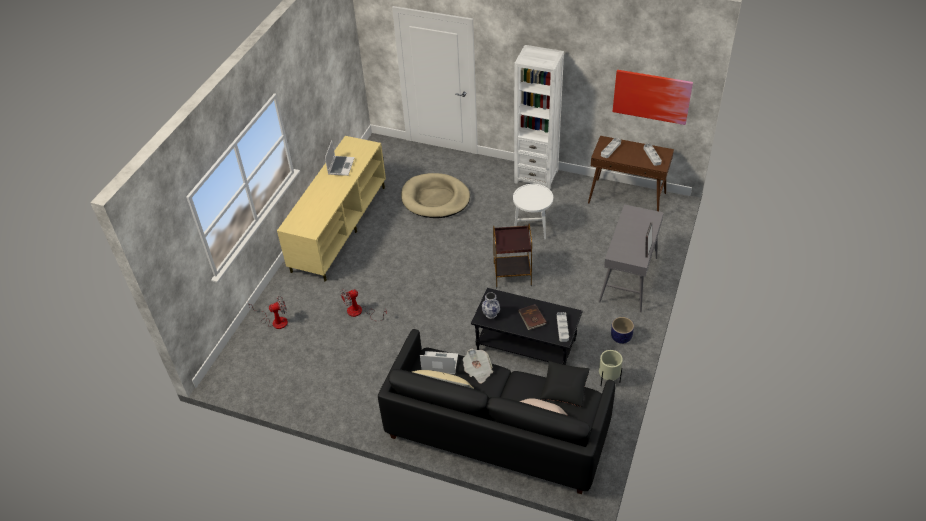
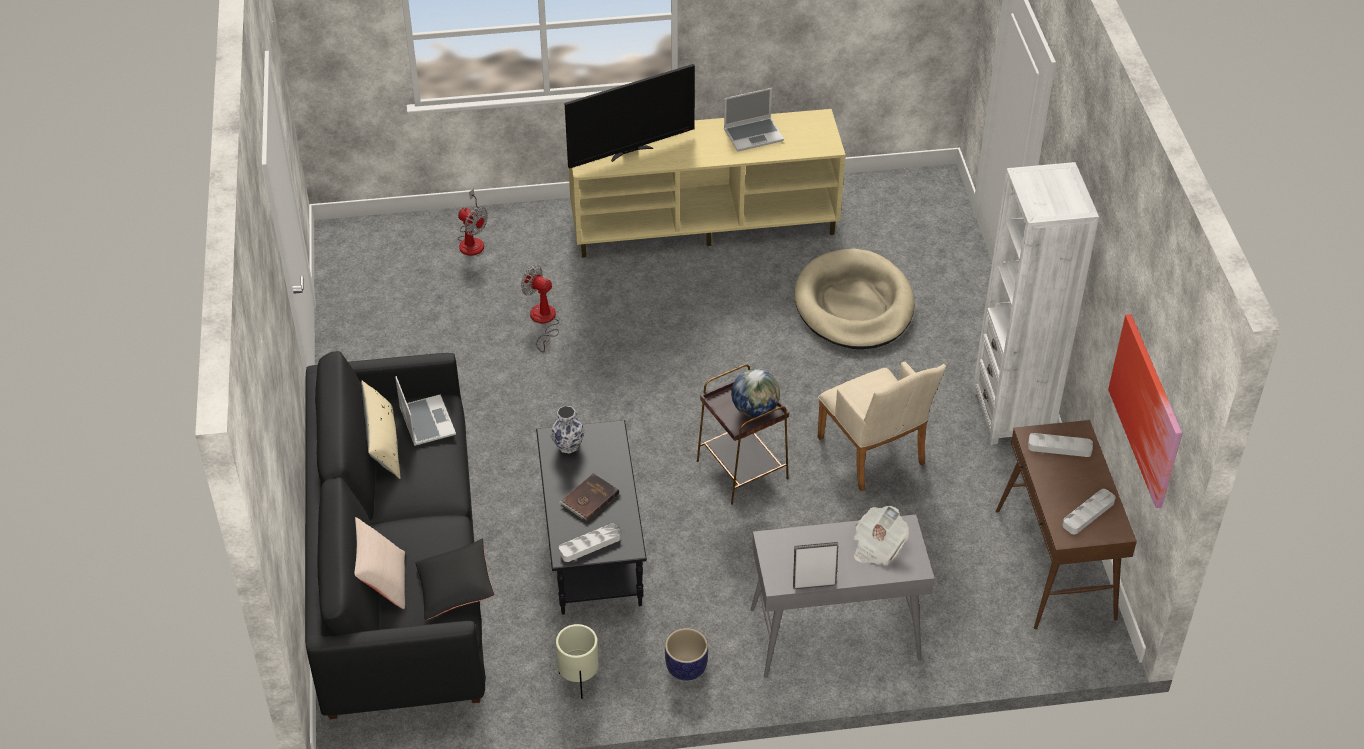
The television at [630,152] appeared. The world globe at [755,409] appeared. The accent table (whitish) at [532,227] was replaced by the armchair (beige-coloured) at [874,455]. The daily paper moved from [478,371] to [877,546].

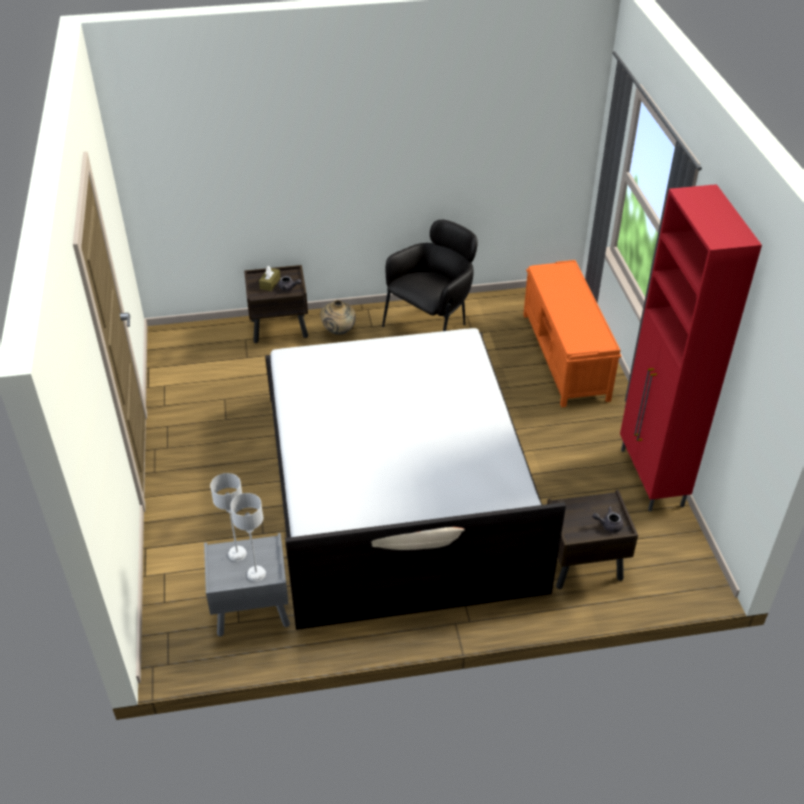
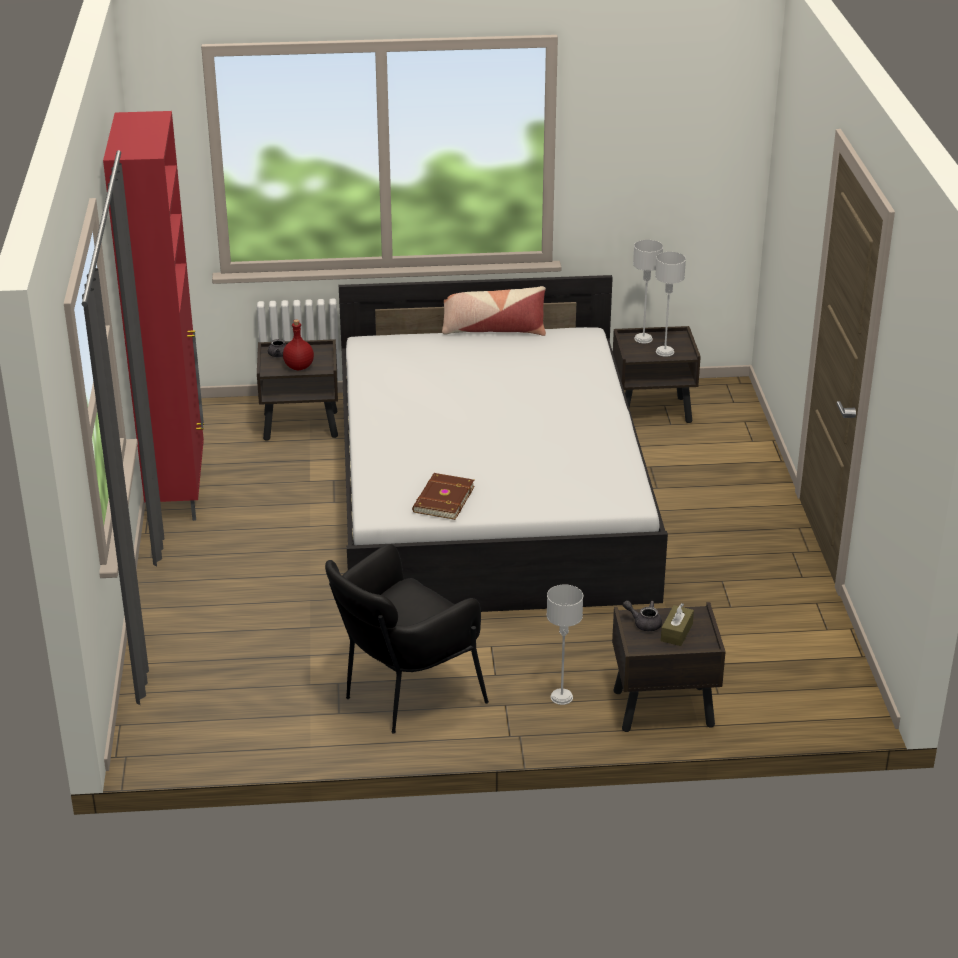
The bottle (red) at [299,367] appeared. The book (brownish) at [442,499] appeared. The decorative vase (beige-coloured) at [339,332] was replaced by the lamp for a table (grey) at [561,697]. The bedside table (grey) at [251,611] became the bedside table (brownish) at [653,411]. The bench (orange-coloured) at [565,357] disappeared.

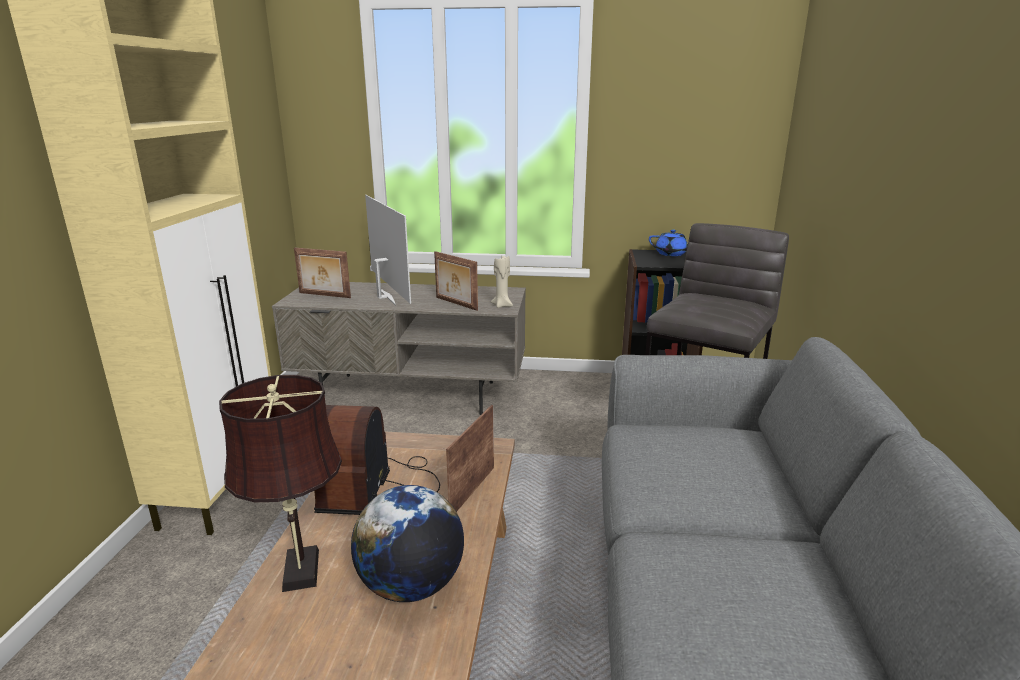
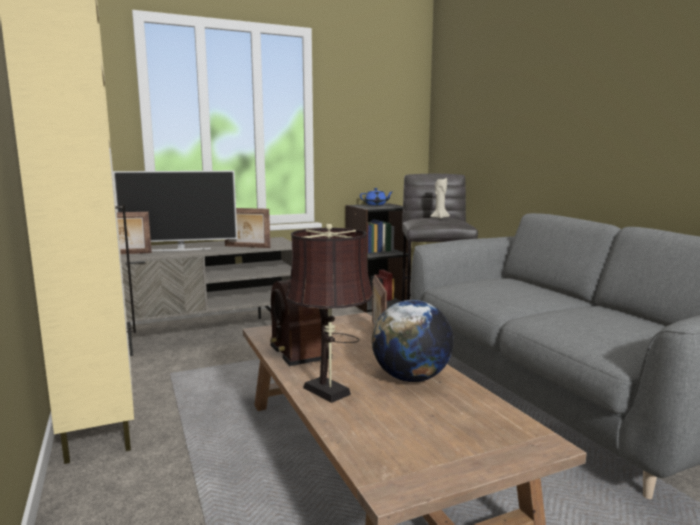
The television at [384,296] turned 135 degrees clockwise. The wax light (beige-coloured) moved from [502,305] to [439,217].

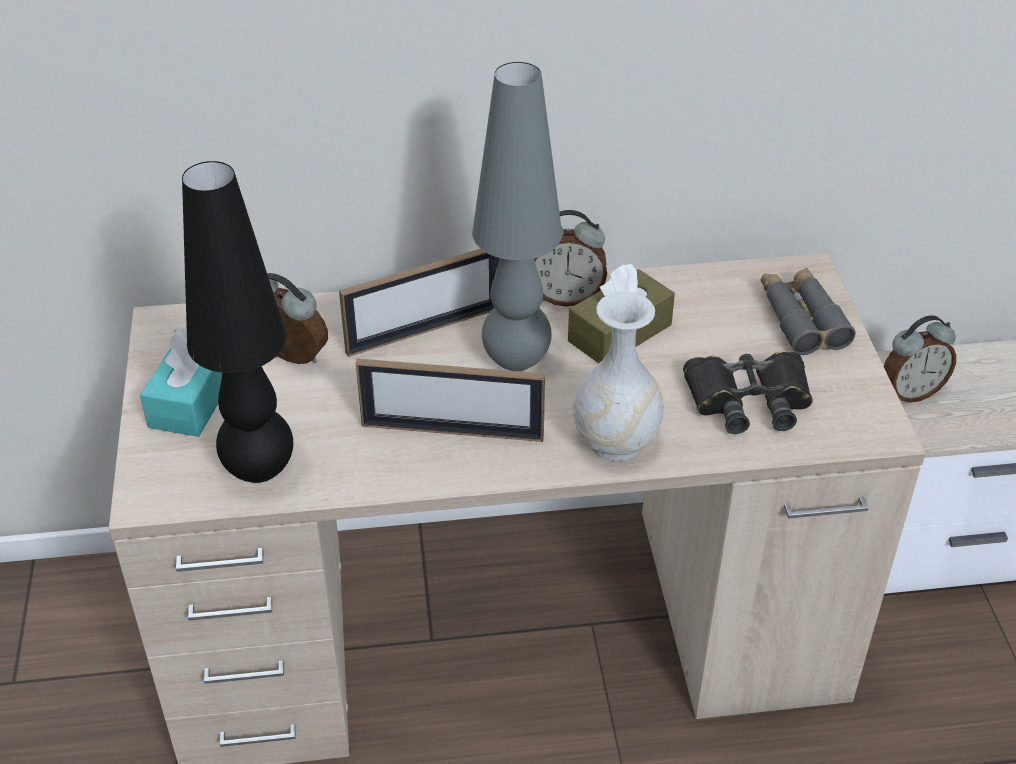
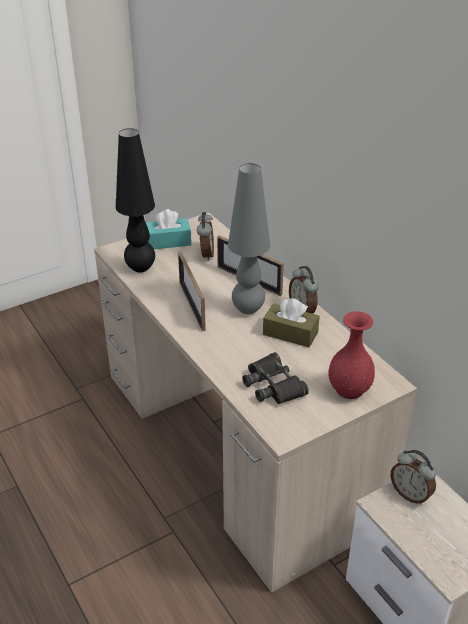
The field glasses (grey) at [801,319] was replaced by the decorative vase (red) at [350,389]. The decorative vase (whitish) at [616,442] disappeared.

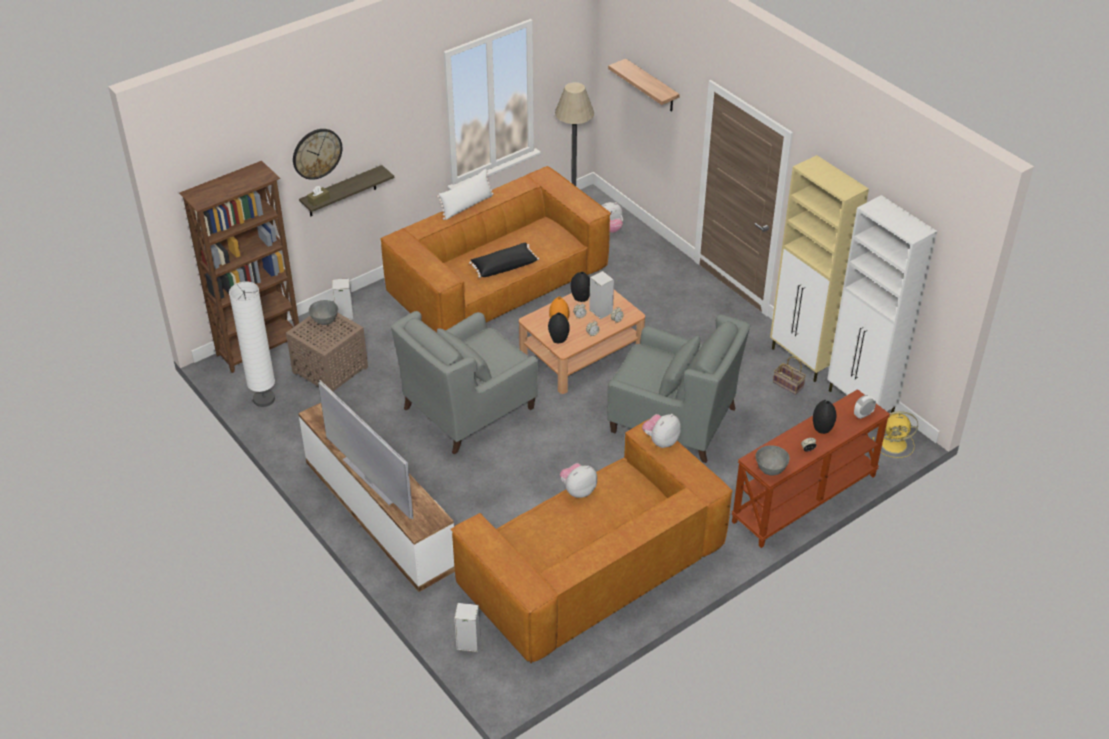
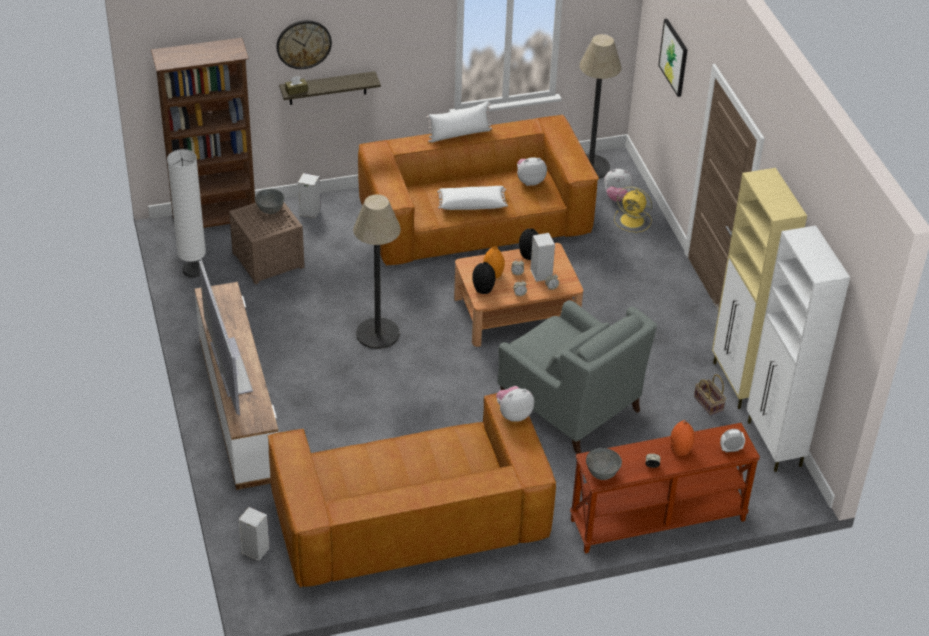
The armchair (grey) at [469,408] was replaced by the floor lamp at [377,333]. The pillow (black) at [504,266] became the pillow (whitish) at [472,204]. The cuddly toy moved from [578,490] to [530,181]. The cooling fan (yellow) moved from [895,444] to [633,221]. The wall shelf at [651,86] was replaced by the picture at [674,57]. The decorative vase (black) at [822,428] became the decorative vase (orange-coloured) at [680,449].

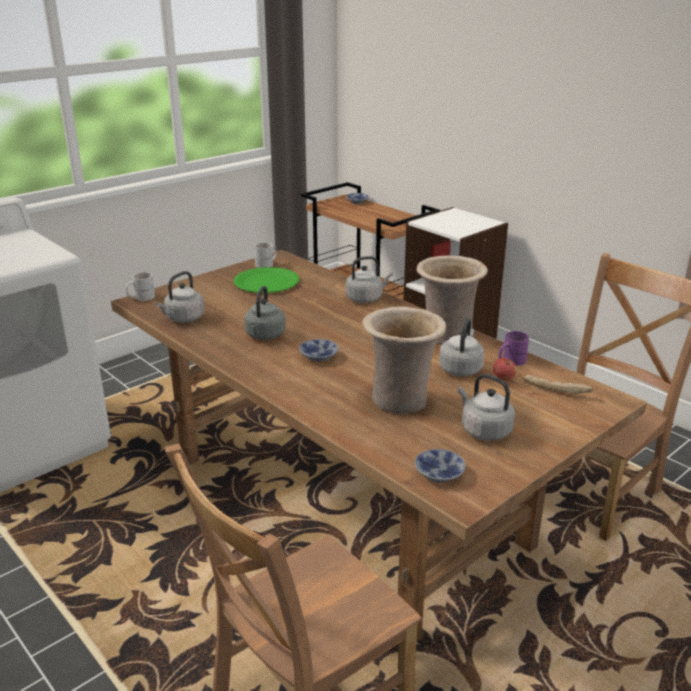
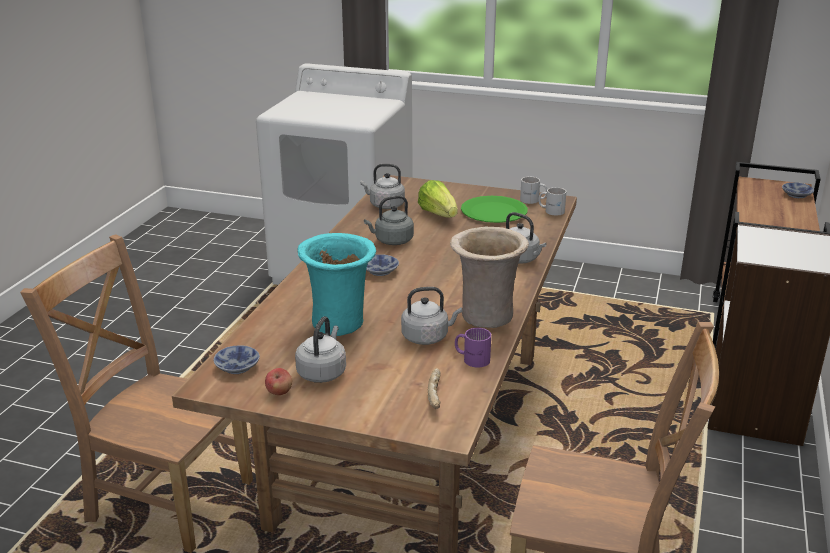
The apple fruit moved from [503,379] to [279,392]. The decorative vase (beige-coloured) at [400,400] became the decorative vase (turquoise-coloured) at [340,323]. The lettuce head at [438,214] appeared. The tea mug (whitish) moved from [141,297] to [551,210].

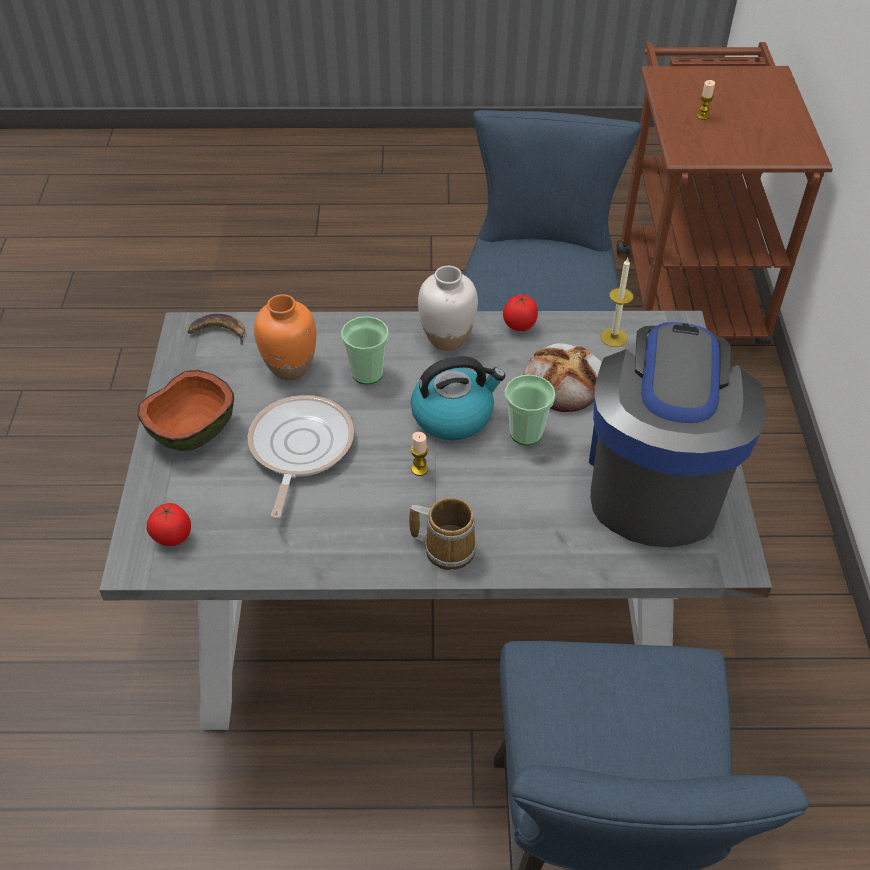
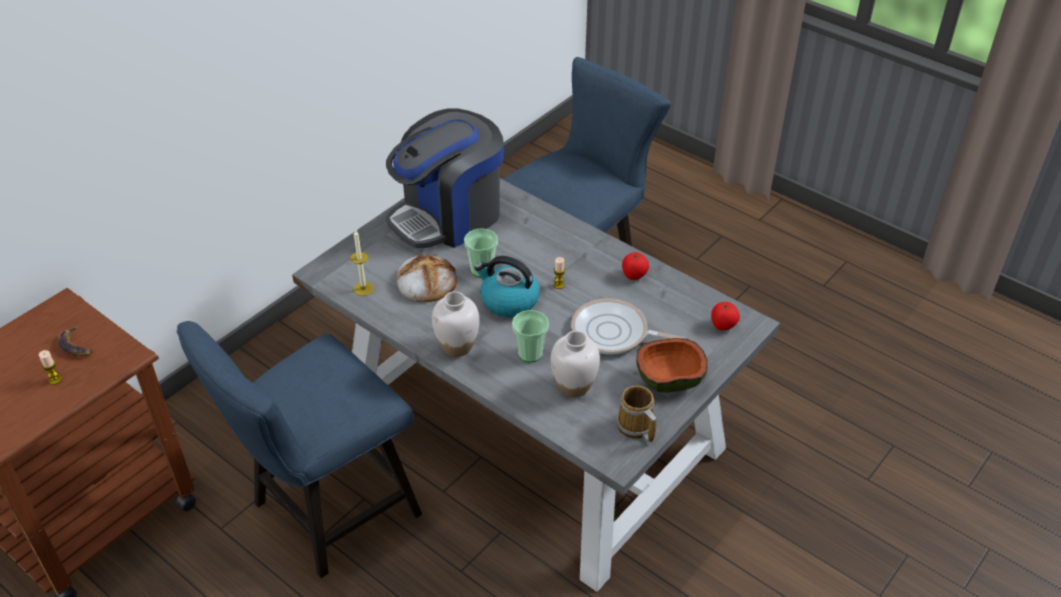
The banana moved from [218,332] to [75,345]. The decorative vase (orange-coloured) at [290,367] became the decorative vase (whitish) at [573,386]. The frying pan at [299,448] turned 60 degrees clockwise. The tea mug moved from [446,547] to [635,427]. The fresh tomato moved from [519,326] to [634,276].

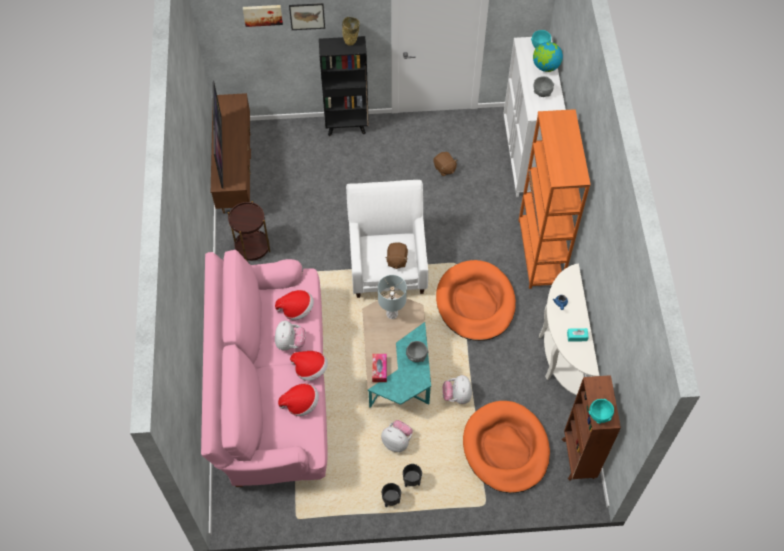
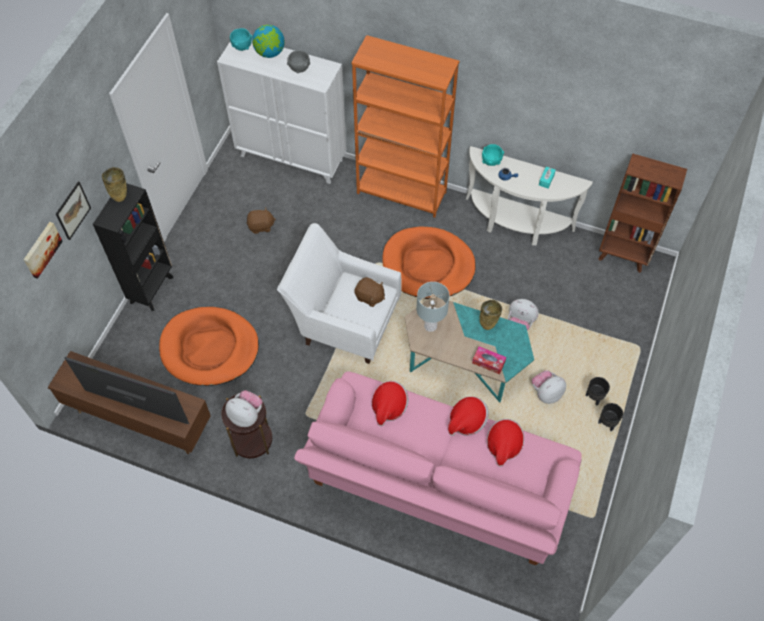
The dog cushion (orange-coloured) moved from [506,448] to [209,348]. The cuddly toy moved from [290,343] to [246,415]. The bowl (grey) at [416,356] was replaced by the decorative vase (beige-coloured) at [488,324]. The bowl (turquoise-coloured) moved from [599,415] to [491,161].

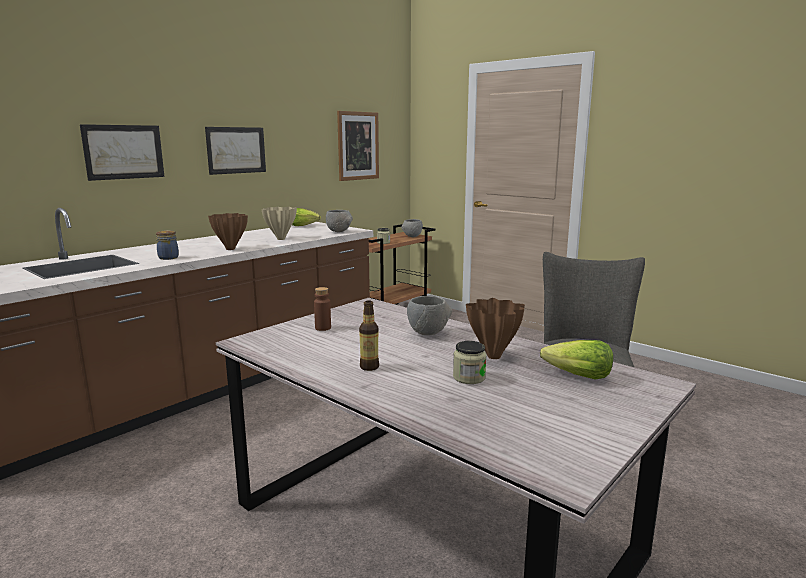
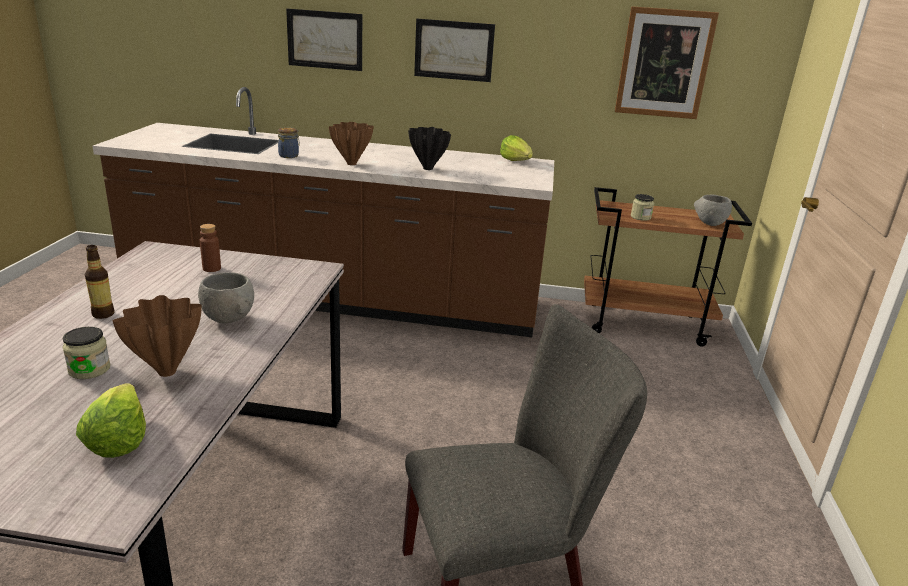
The decorative vase (beige-coloured) at [280,239] became the decorative vase (black) at [427,168]. The bowl (grey) at [339,232] disappeared.

